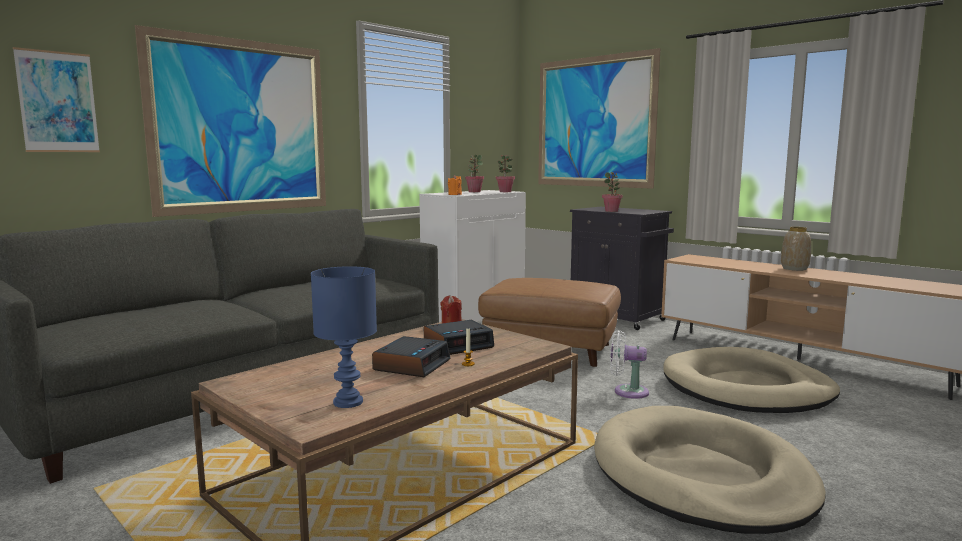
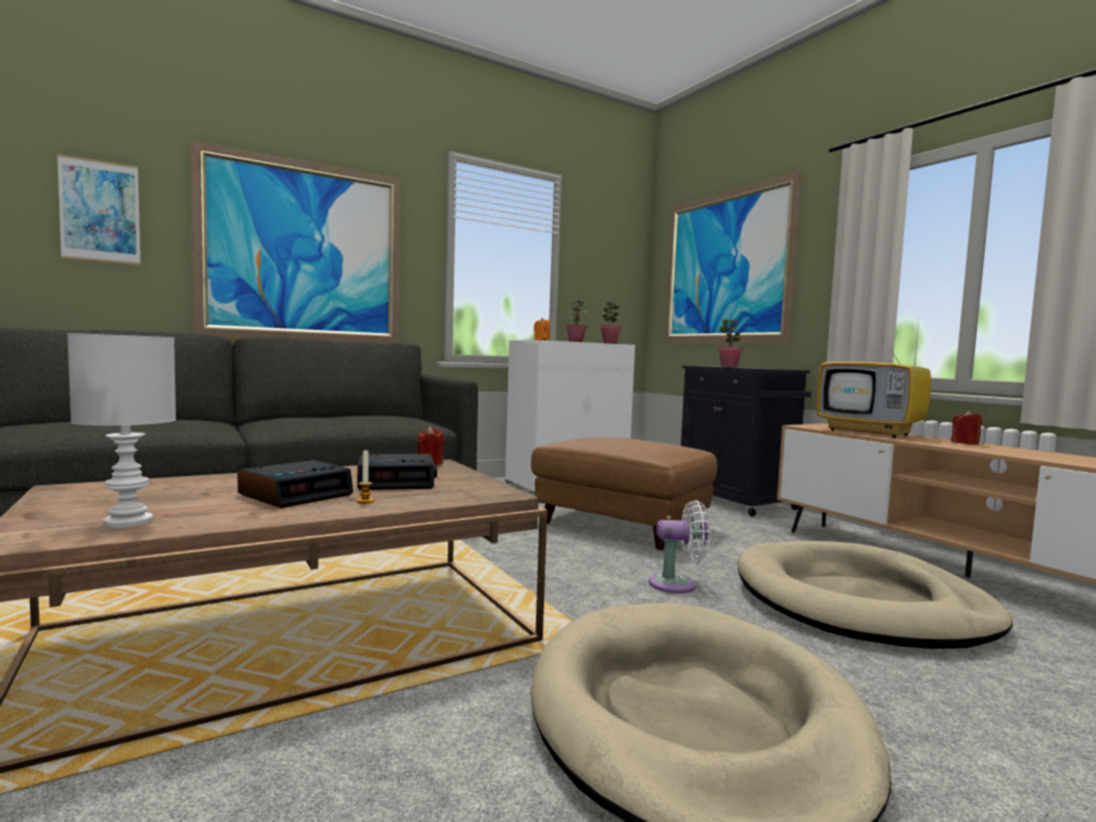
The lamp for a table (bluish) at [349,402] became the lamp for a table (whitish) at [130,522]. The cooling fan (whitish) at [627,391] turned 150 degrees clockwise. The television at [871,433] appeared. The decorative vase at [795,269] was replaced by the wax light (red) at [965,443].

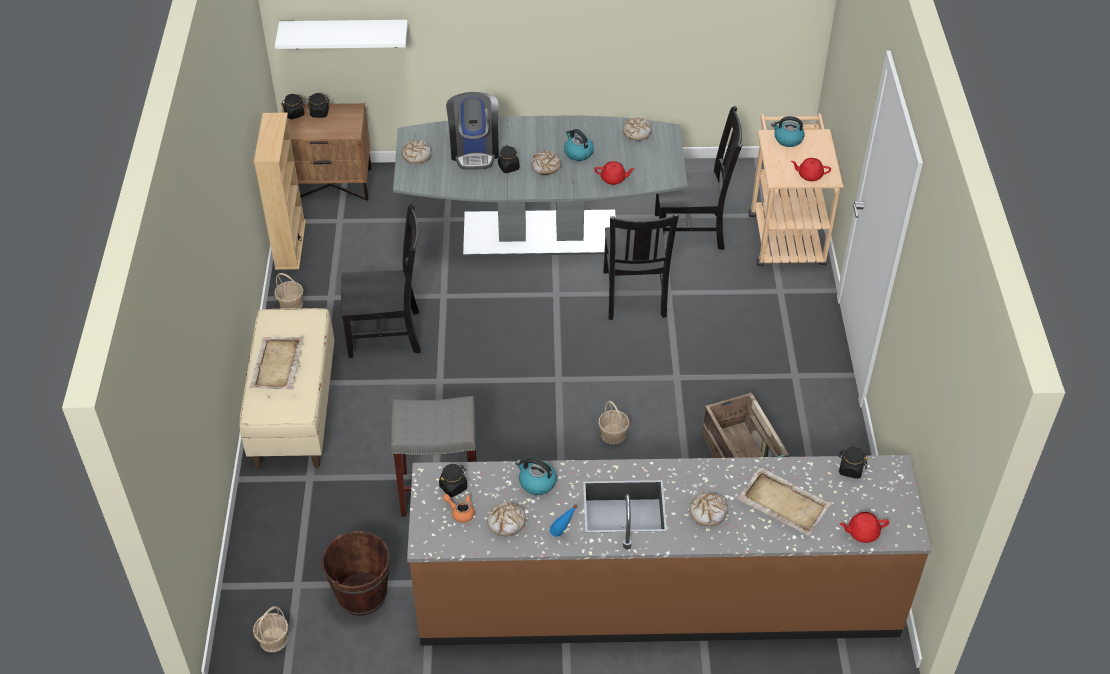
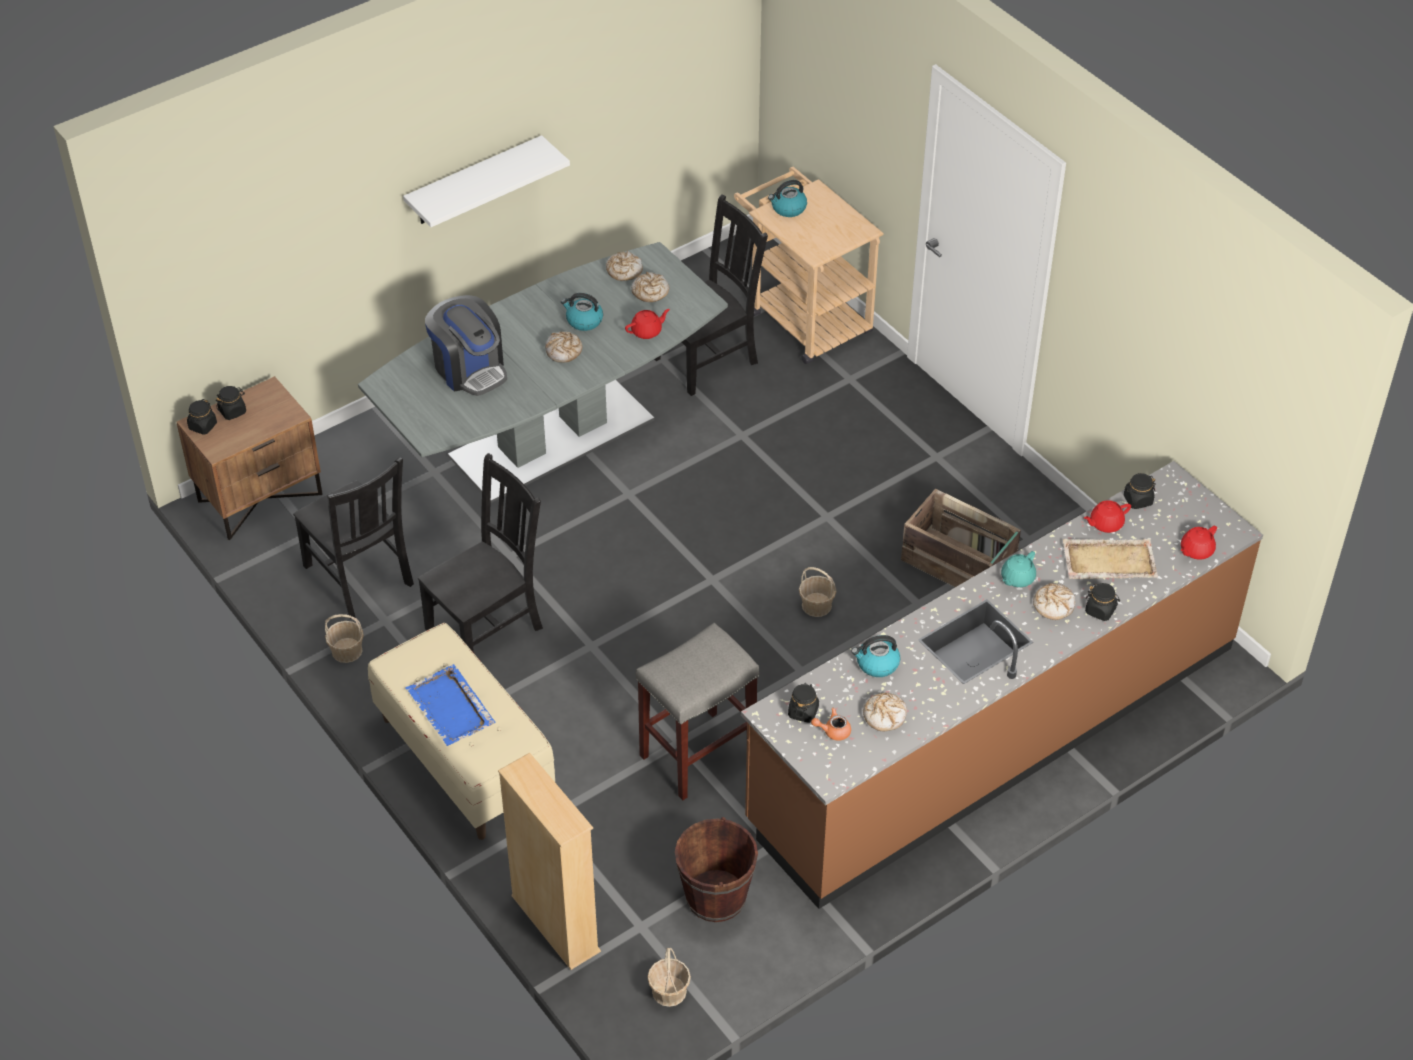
The upright chair (black) moved from [634,296] to [360,577]. The wall shelf (whitish) moved from [345,34] to [474,181]. The carrying tray (beige-coloured) at [277,365] became the carrying tray (bluish) at [451,708]. The bookcase (beige-coloured) moved from [290,244] to [555,924]. The bakery bread moved from [416,155] to [650,292]. The tea pot (turquoise-coloured) at [1017,578] appeared. The tea pot (red) moved from [809,175] to [1105,524]. The jar (black) moved from [508,167] to [1100,610]. The bottle (bluish) at [563,534] disappeared.

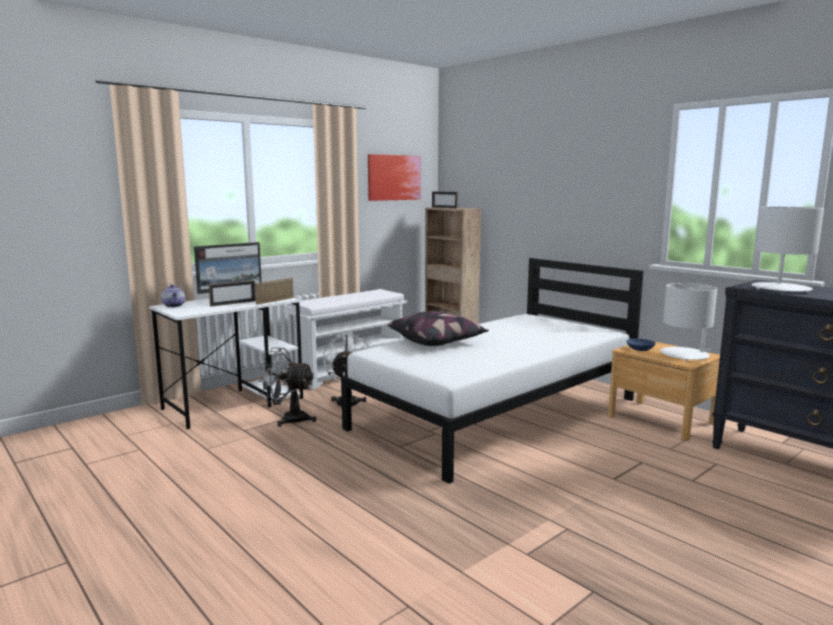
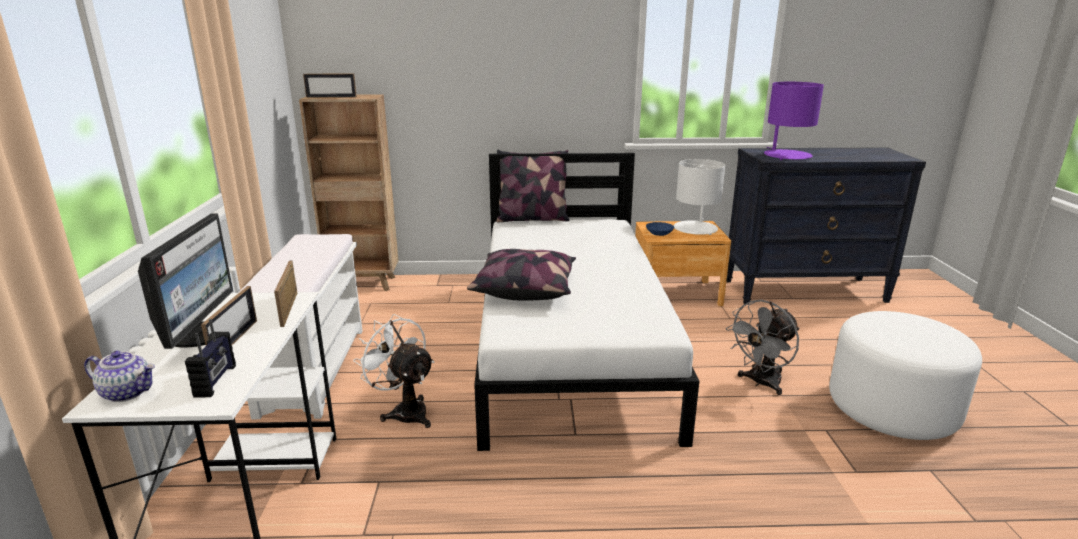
The radio at [216,381] appeared. The pillow at [532,219] appeared. The cooling fan (grey) moved from [288,419] to [760,383]. The lamp for a table (whitish) at [781,288] became the lamp for a table (purplish) at [787,156]. The ottoman (whitish) at [892,408] appeared. The picture at [394,177] disappeared.

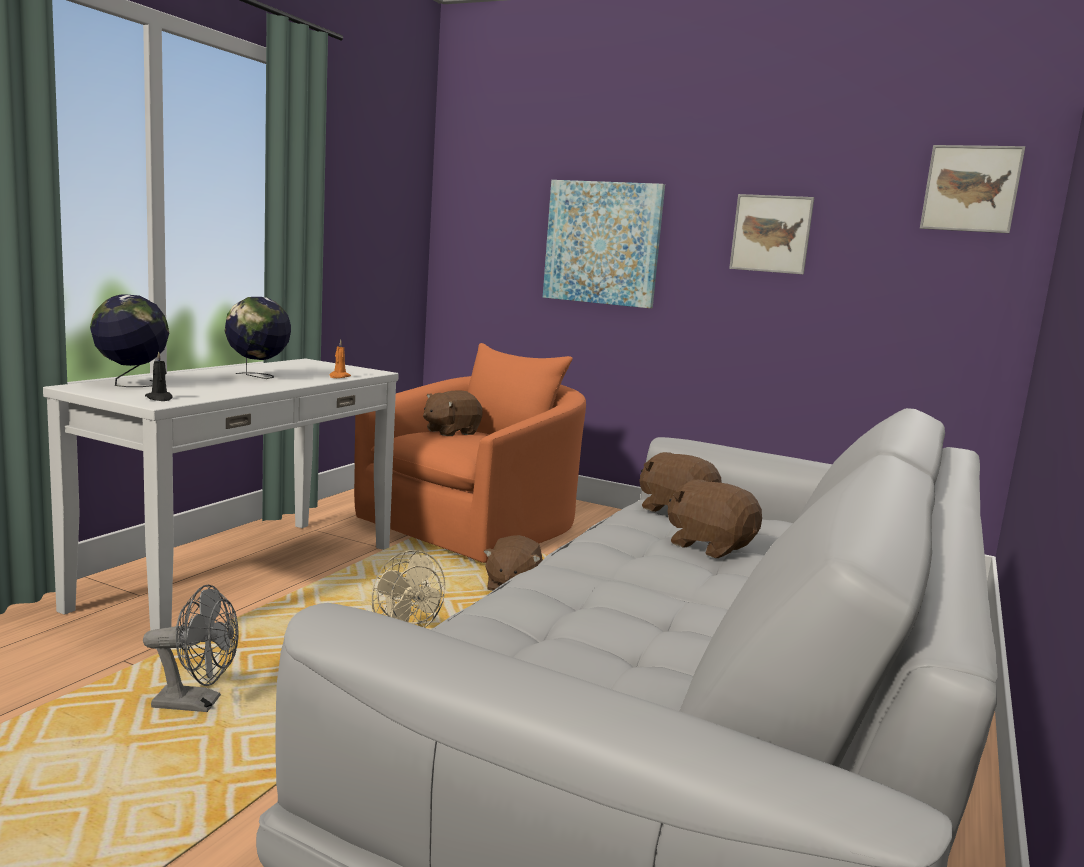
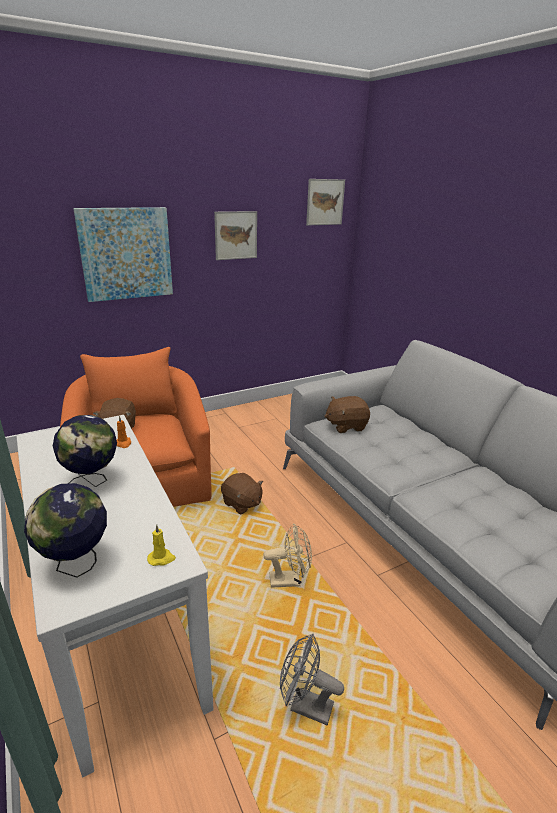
The wax light (black) at [159,398] became the wax light (yellow) at [161,558]. The cooling fan (grey) at [197,704] turned 105 degrees counterclockwise. The cuddly toy (brownish) at [709,546] disappeared.

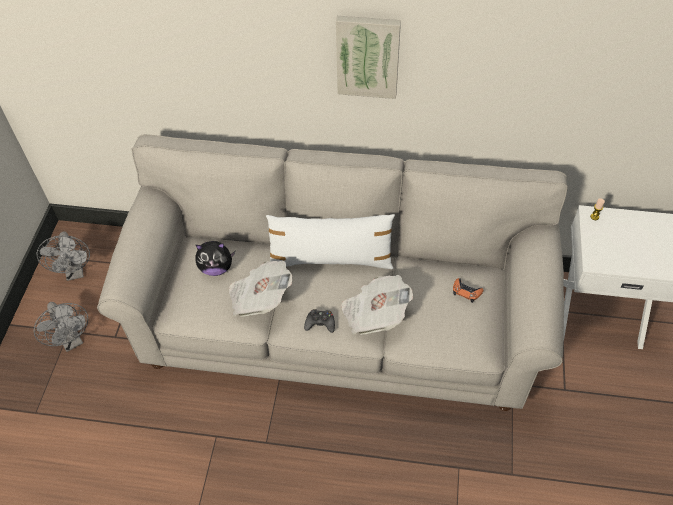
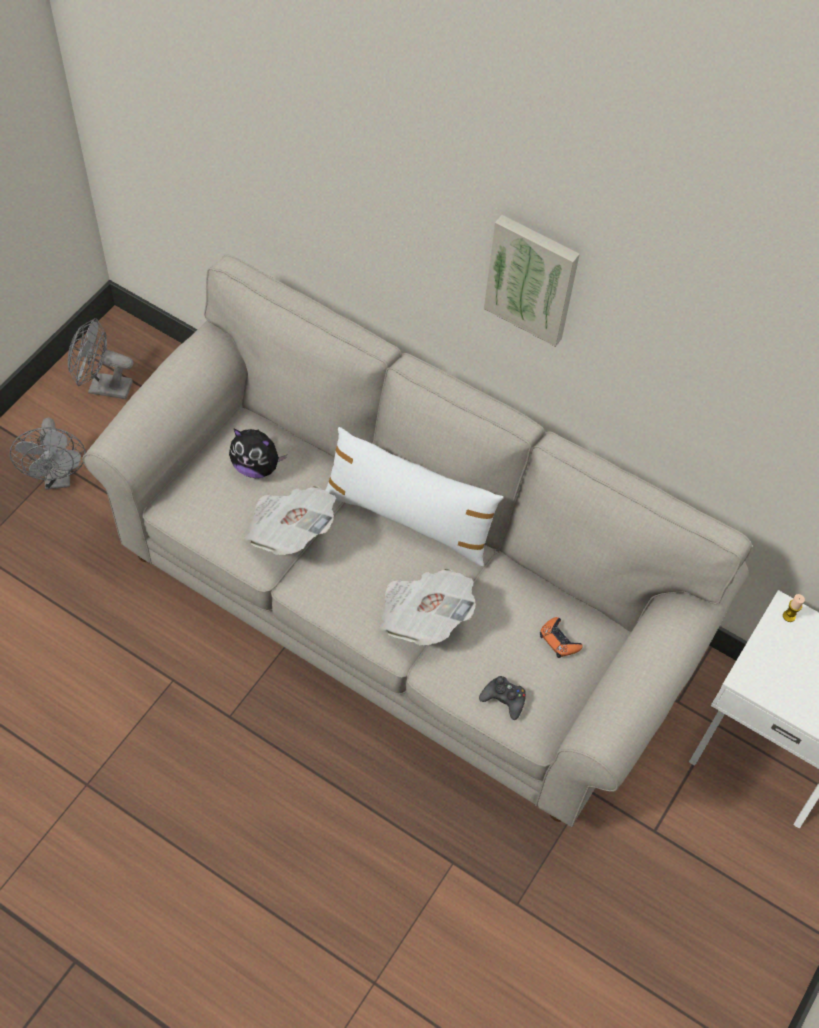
The cooling fan (grey) at [75,272] turned 90 degrees clockwise. The game controller (black) moved from [320,323] to [504,699].

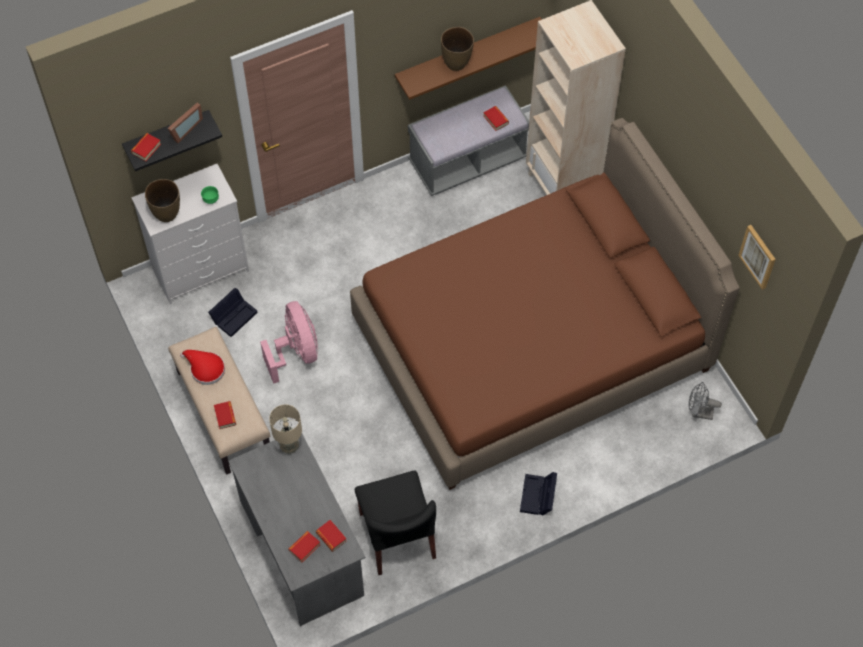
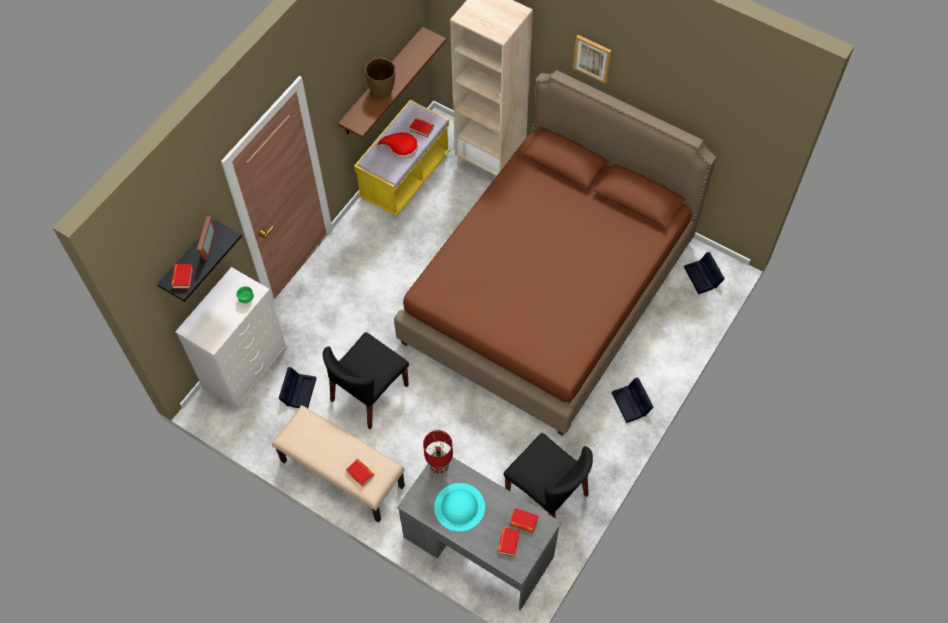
The cooling fan (pink-coloured) at [296,352] was replaced by the upright chair (black) at [369,393]. The bench (grey) at [467,161] became the bench (yellow) at [405,176]. The hat (red) moved from [205,369] to [401,147]. The lamp for a table (beige-coloured) at [289,446] became the lamp for a table (red) at [439,467]. The hat (turquoise-coloured) at [459,507] appeared. The picture moved from [758,256] to [592,58]. The cooling fan (grey) at [698,413] was replaced by the storage box (black) at [703,277]. The decorative vase (brownish) at [167,214] disappeared.

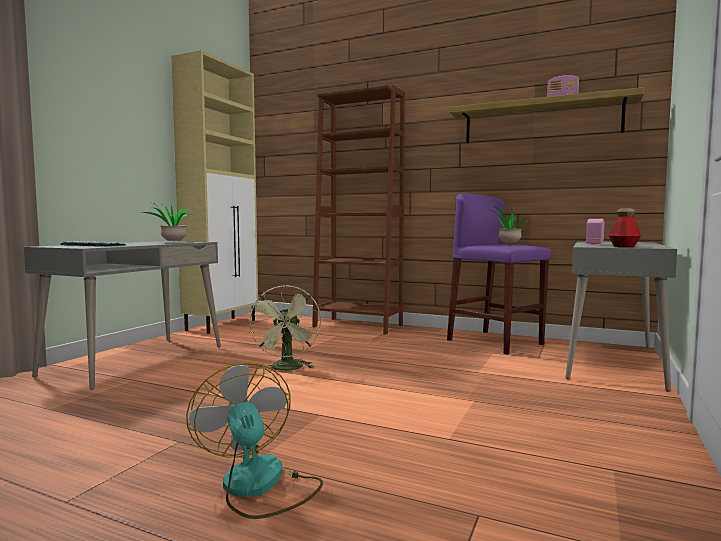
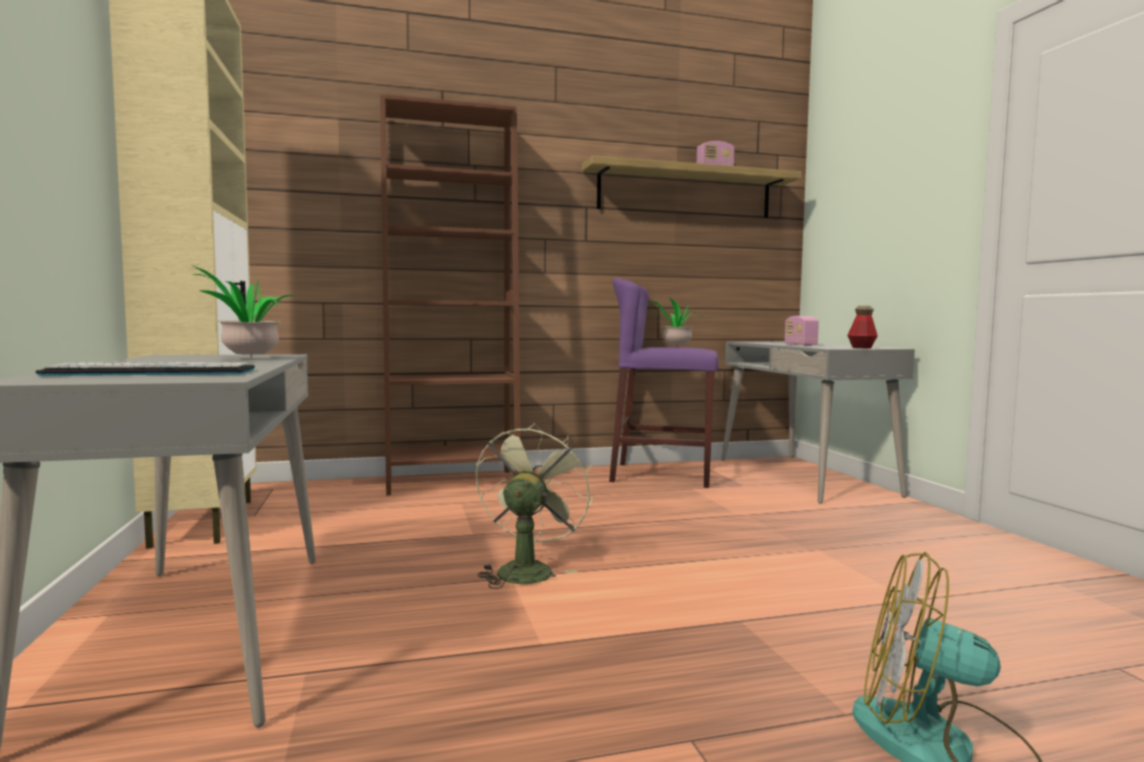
The cooling fan (green) at [287,369] turned 120 degrees counterclockwise.

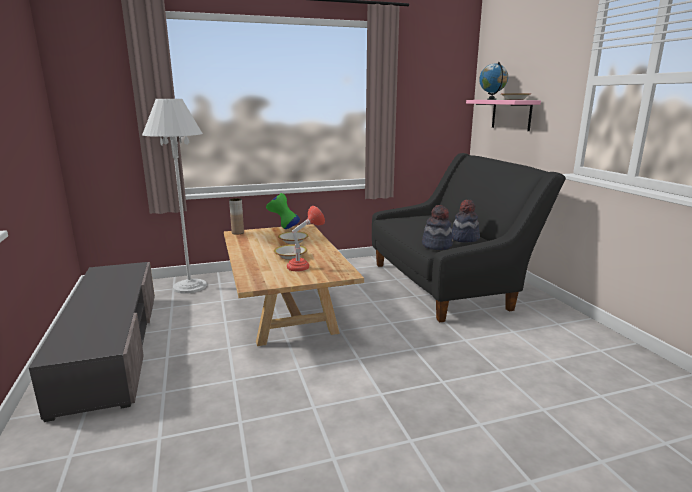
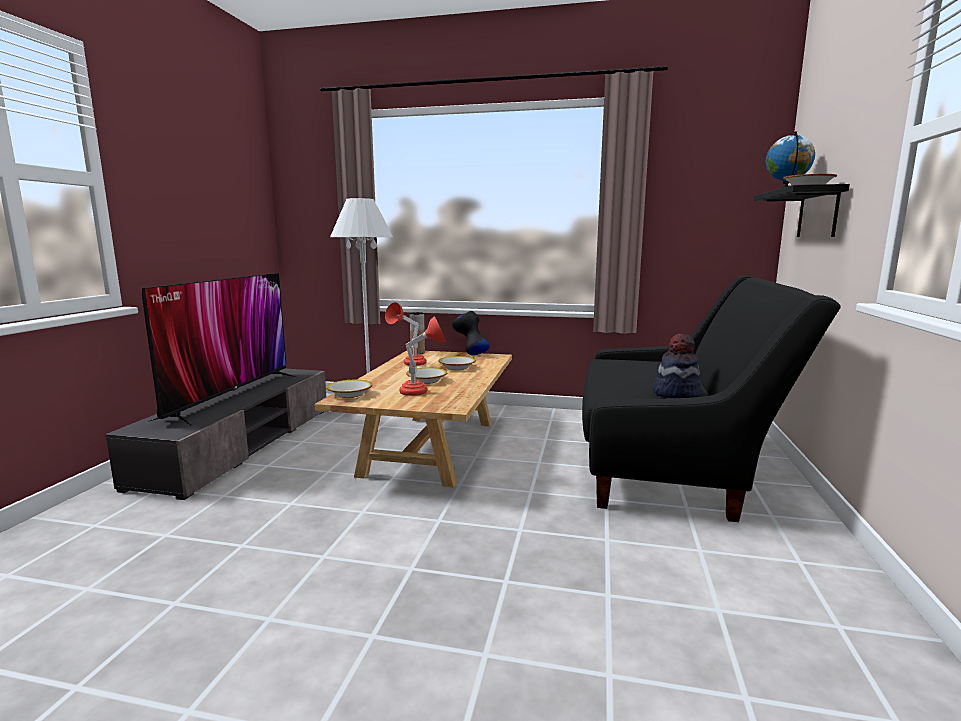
The television at [230,396] appeared. The bowl at [350,394] appeared. The lamp for a table (red) at [408,364] appeared. The decorative vase (green) at [283,228] became the decorative vase (black) at [470,354]. The wall shelf (pink-coloured) at [511,114] became the wall shelf (black) at [818,213]. The hat at [437,245] disappeared.

